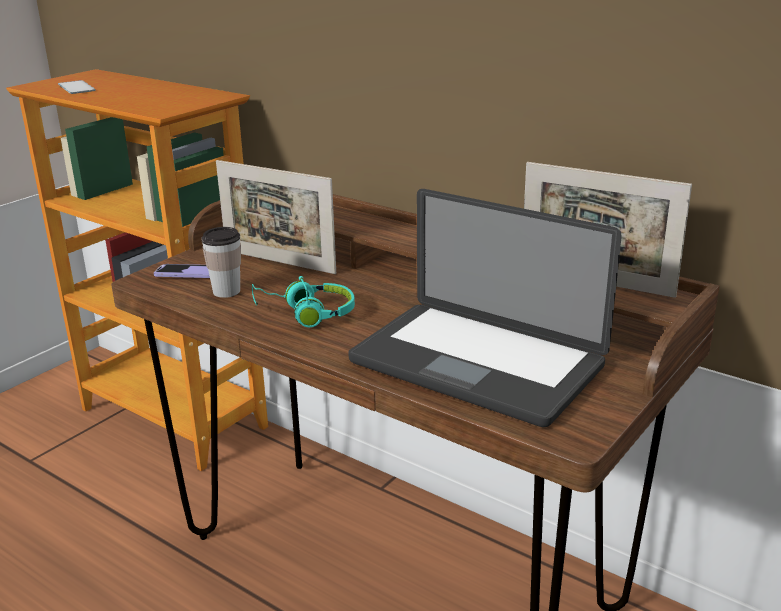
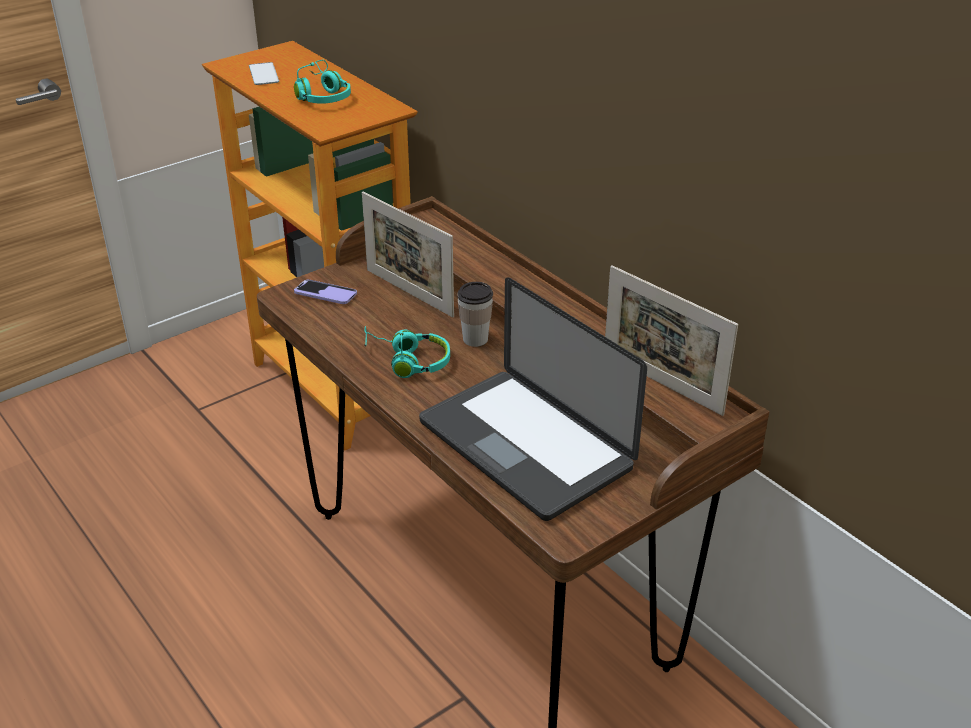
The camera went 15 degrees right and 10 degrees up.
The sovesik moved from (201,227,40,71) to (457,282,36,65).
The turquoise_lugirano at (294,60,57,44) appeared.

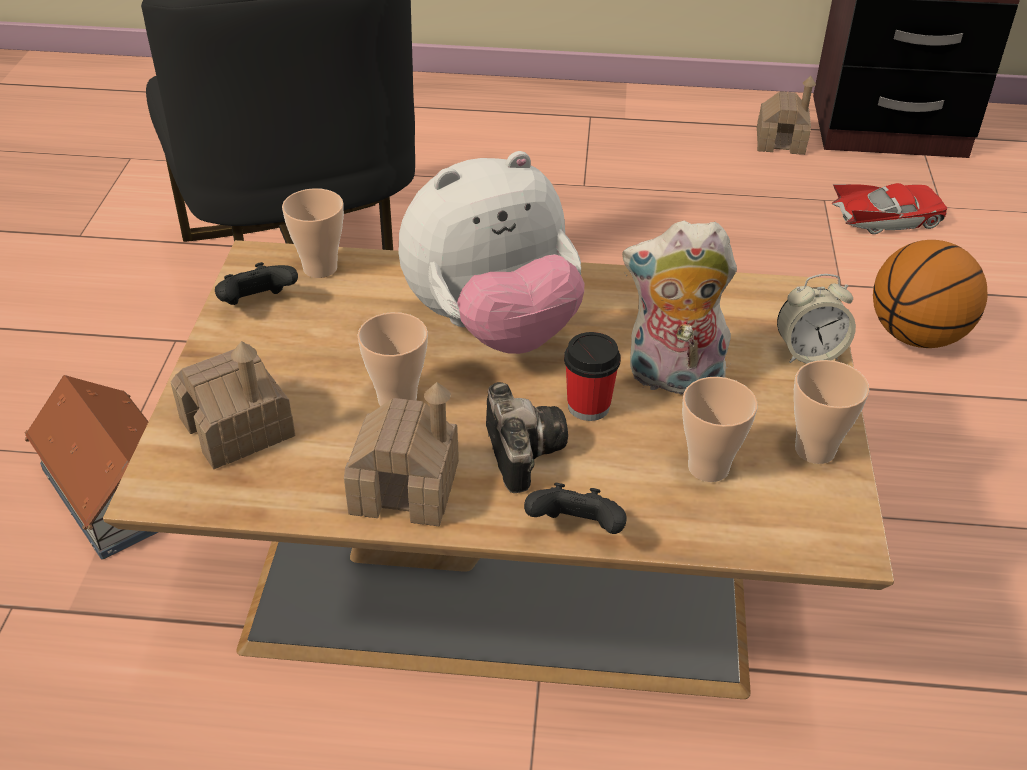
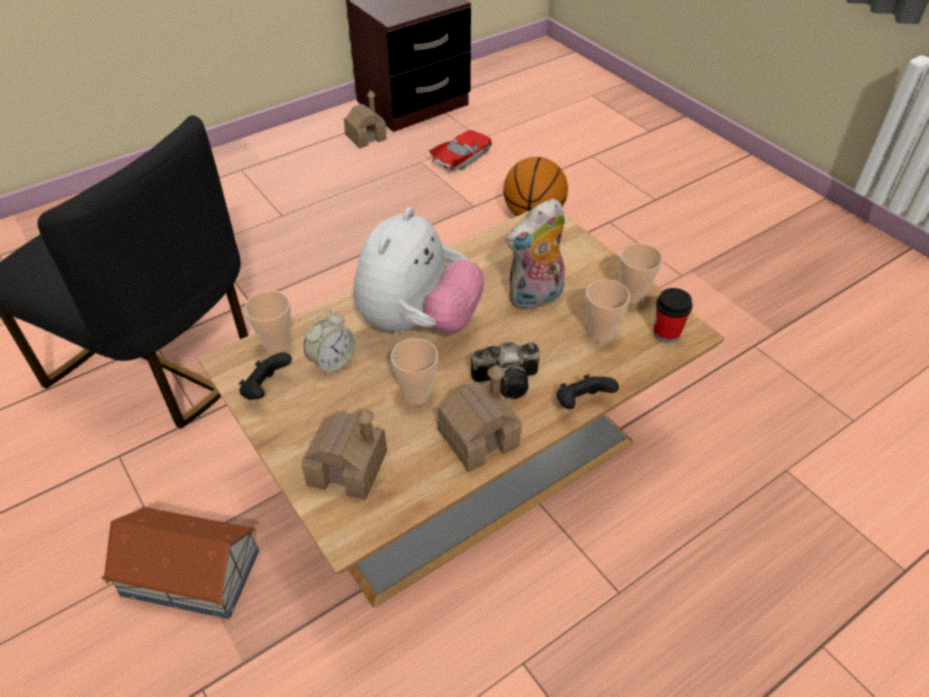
The camera went 40 degrees left and 5 degrees up.
The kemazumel moved from (777,274,79,89) to (304,310,52,66).
The sovesik moved from (564,332,57,89) to (653,288,40,55).
The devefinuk at (486,382,82,111) turned 135 degrees clockwise.

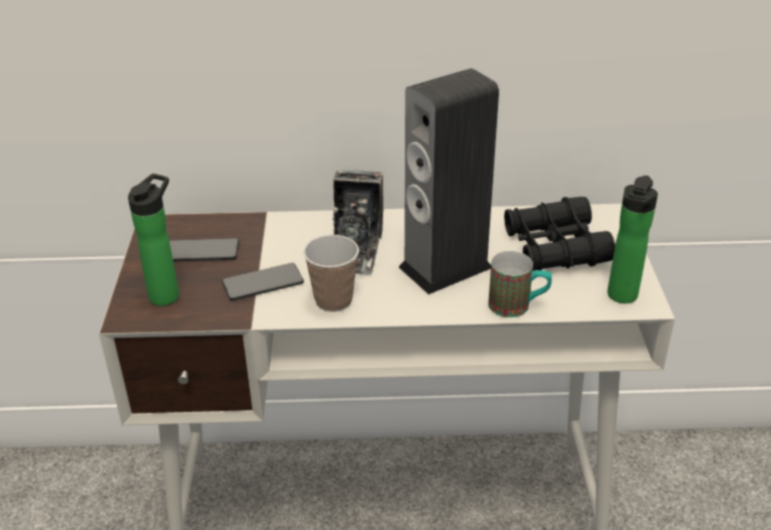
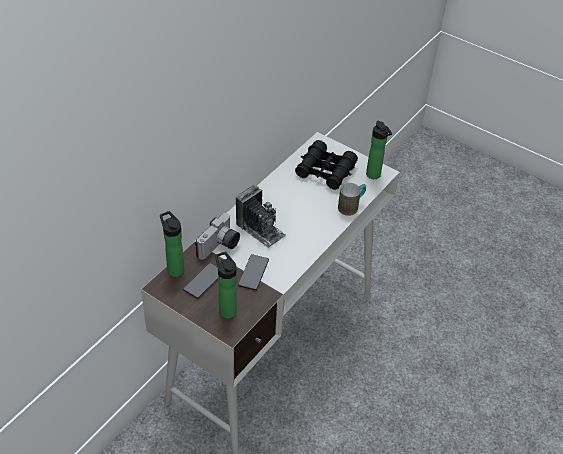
The camera went 55 degrees left and 10 degrees up.
The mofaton at (399,68,100,226) disappeared.
The sovesik at (303,235,56,77) disappeared.
The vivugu at (160,211,24,66) appeared.
The devefinuk at (195,213,45,47) appeared.

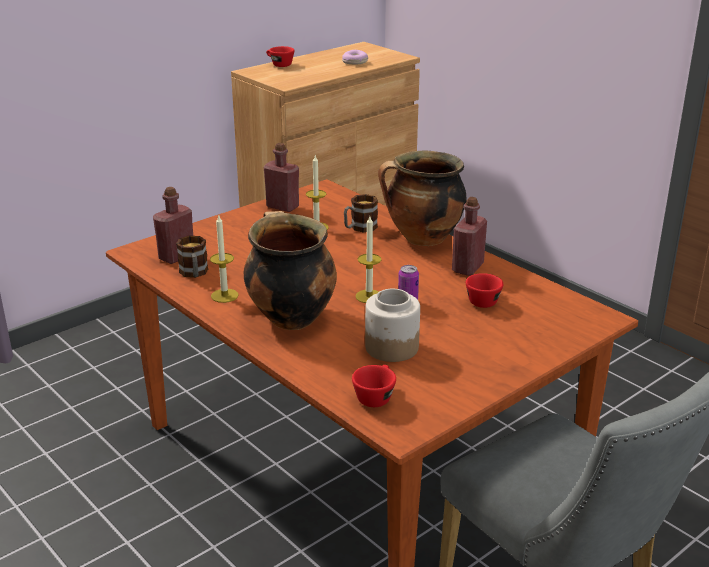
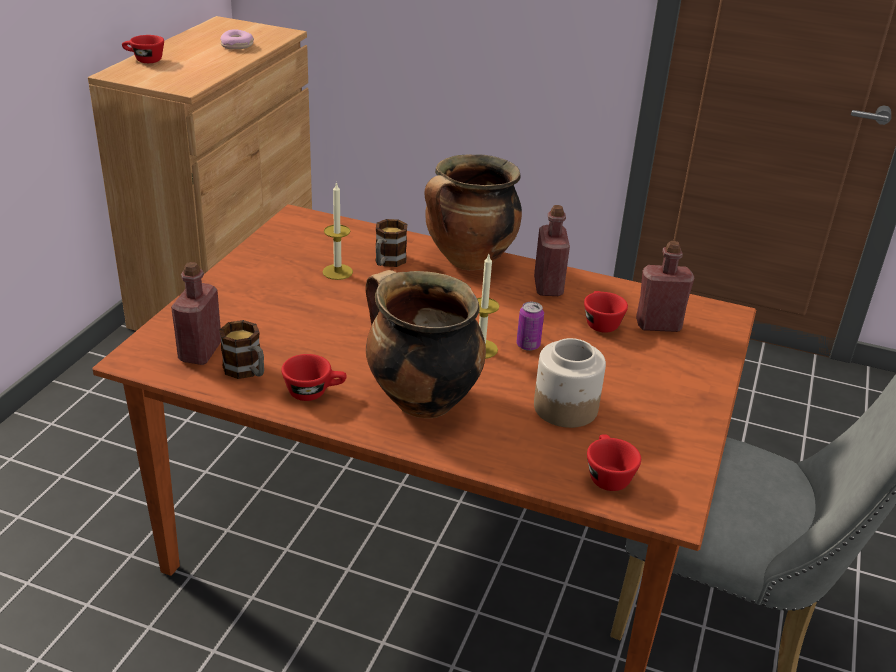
The camera went 30 degrees left and 5 degrees up.
The red_vivugu moved from (264,143,35,69) to (636,241,58,91).
The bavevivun at (210,214,29,89) was replaced by the red_sovesik at (281,354,66,47).

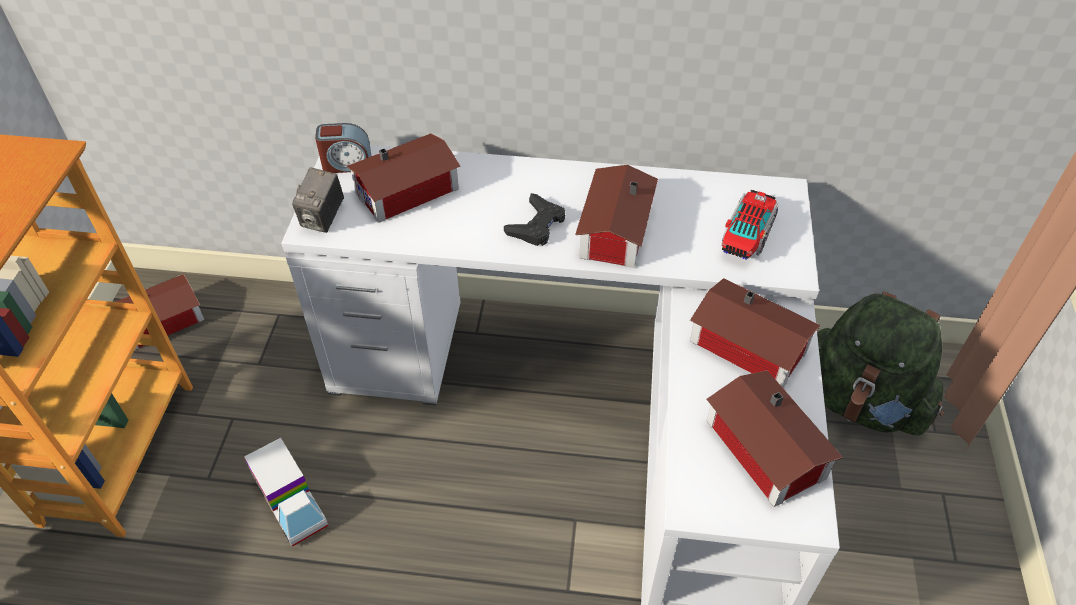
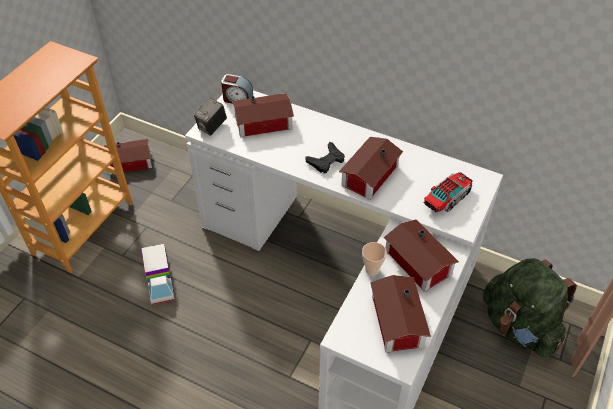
The camera went 20 degrees right and 0 degrees up.
The sovesik at (362,242,25,34) appeared.

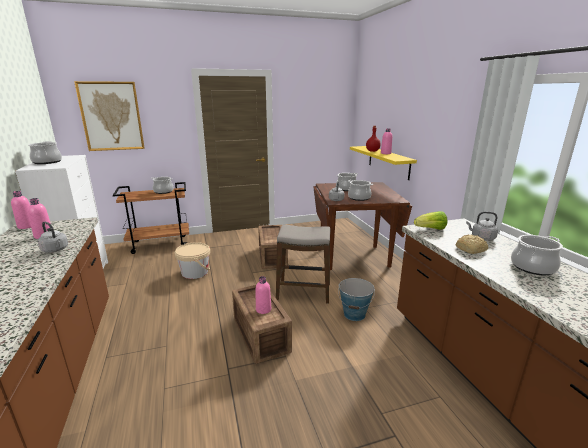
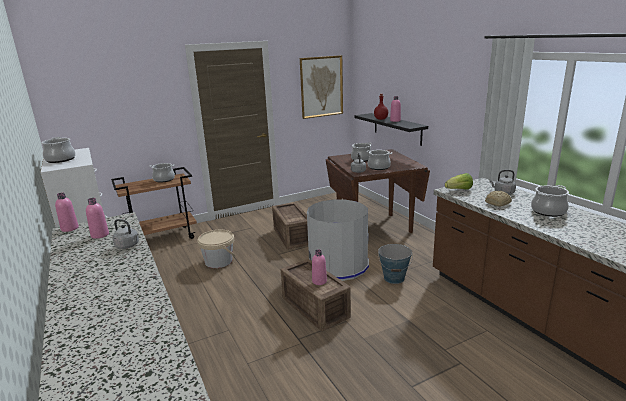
The camera went 10 degrees left and 0 degrees up.
The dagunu moved from (74,81,71,70) to (300,55,43,64).
The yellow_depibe at (350,146,67,34) became the black_depibe at (355,113,73,33).
The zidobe at (276,225,54,79) was replaced by the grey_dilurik at (307,199,62,82).

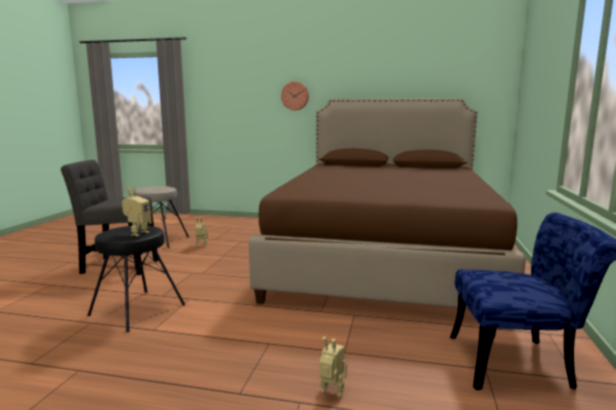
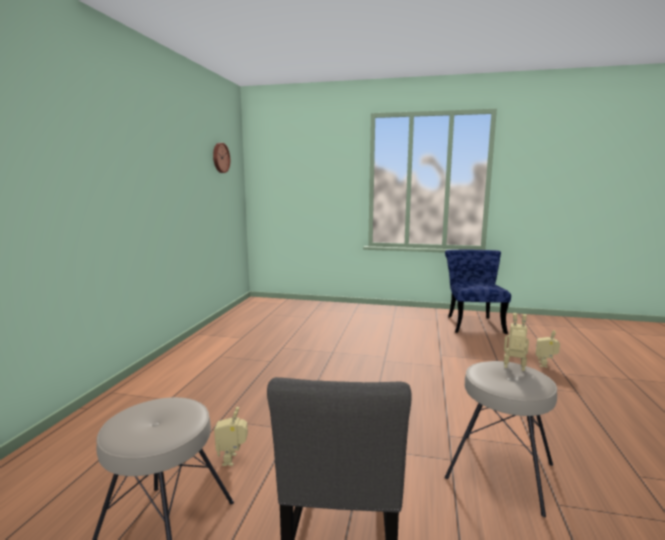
The camera went 90 degrees left and 0 degrees up.
The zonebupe moved from (281,82,28,28) to (213,143,17,30).
The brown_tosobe at (249,98,277,211) disappeared.
The black_zidobe at (87,225,98,107) became the beige_zidobe at (445,361,112,156).

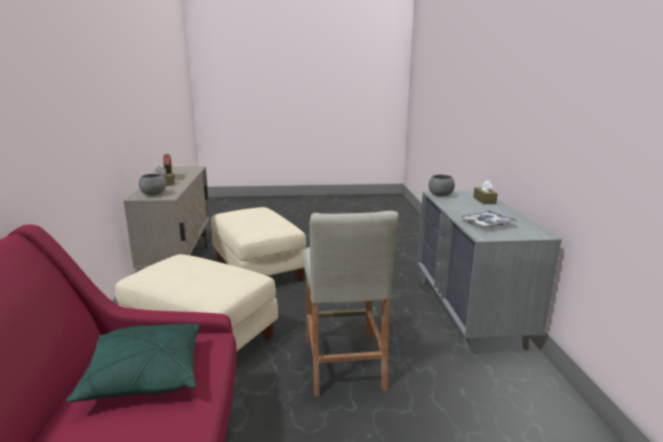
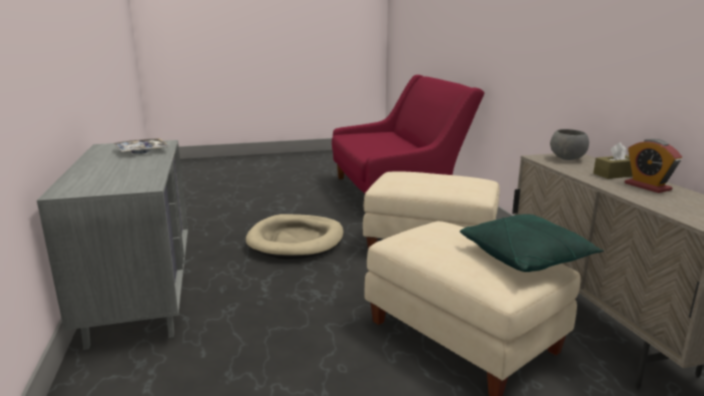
The camera went 170 degrees right and 0 degrees up.
The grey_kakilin at (429,175,26,21) disappeared.
The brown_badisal at (473,180,25,24) disappeared.
The beige_zidobe at (303,211,96,186) was replaced by the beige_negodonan at (246,214,98,45).
The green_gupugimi moved from (66,323,134,80) to (460,214,144,58).

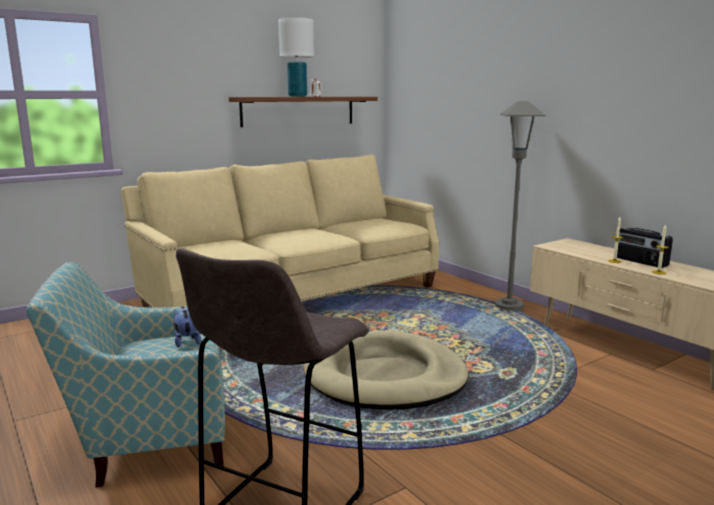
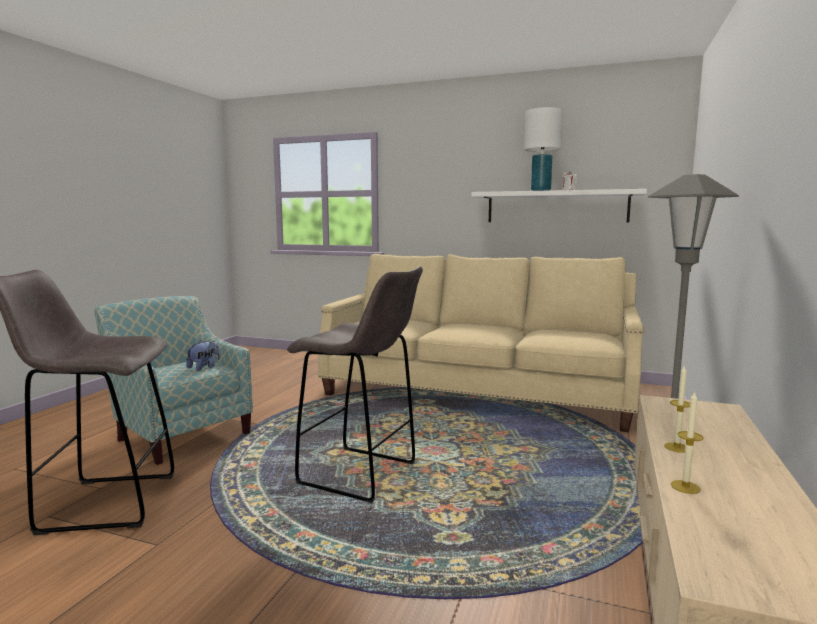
The camera went 55 degrees right and 5 degrees down.
The brown_depibe at (229,97,149,30) became the white_depibe at (471,189,176,33).
The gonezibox at (617,227,56,41) disappeared.
The beige_negodonan at (303,331,166,79) was replaced by the grey_zidobe at (287,266,136,237).

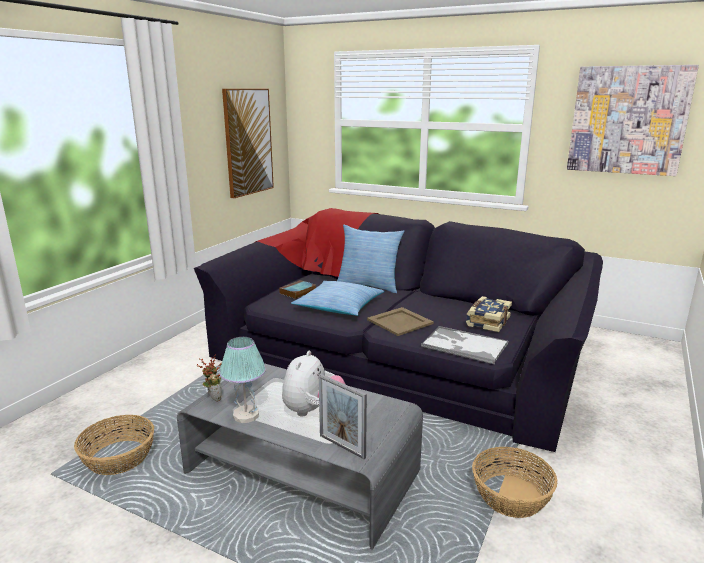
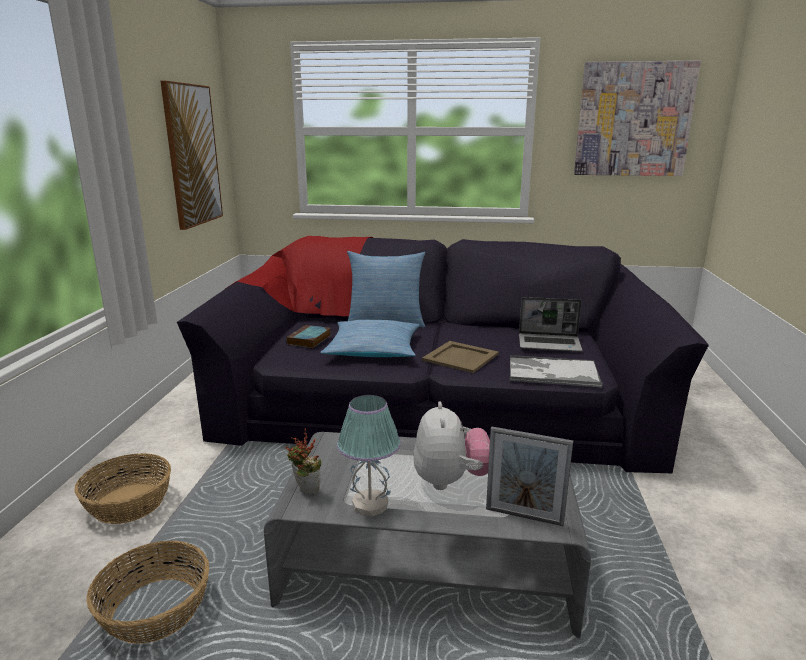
The camera went 20 degrees left and 0 degrees up.
The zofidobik at (466,296,46,36) was replaced by the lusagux at (519,297,64,55).
The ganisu moved from (472,447,86,71) to (74,453,97,71).

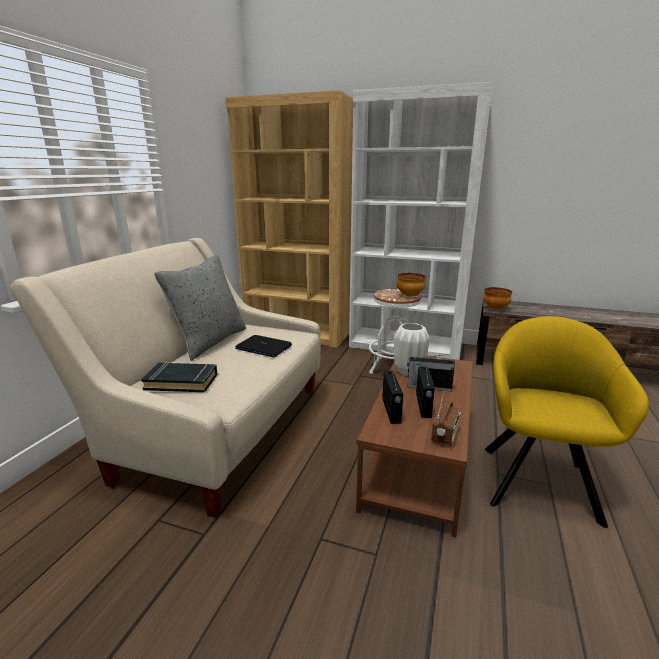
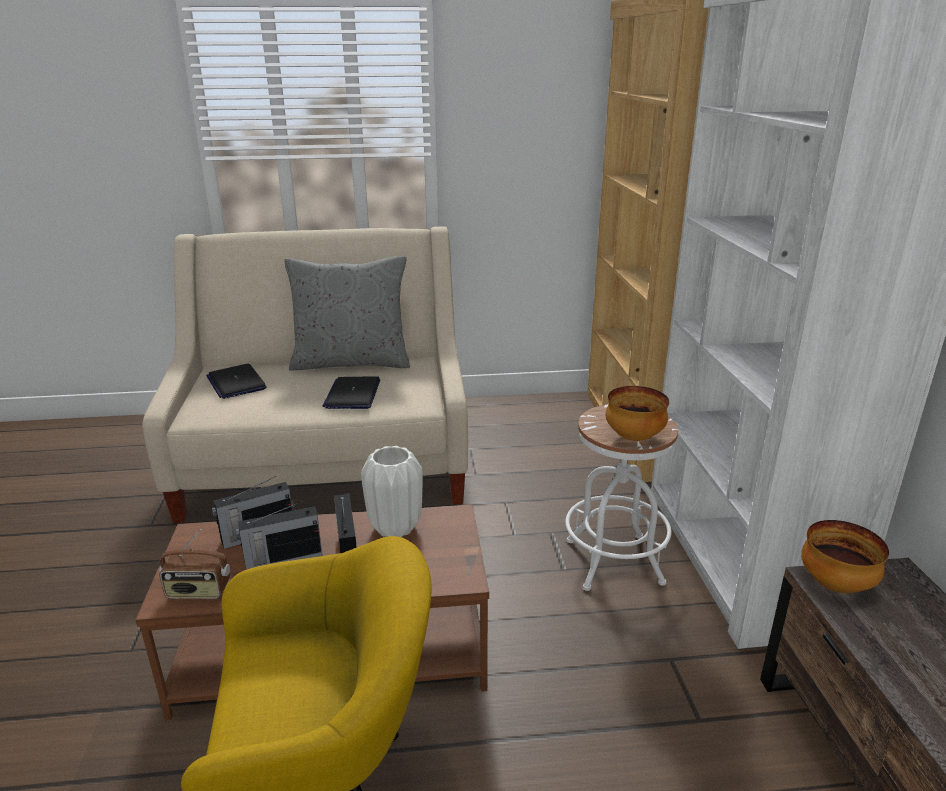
The camera went 65 degrees right and 5 degrees up.
The black_zofidobik at (141,362,76,30) was replaced by the lusagux at (206,364,61,35).

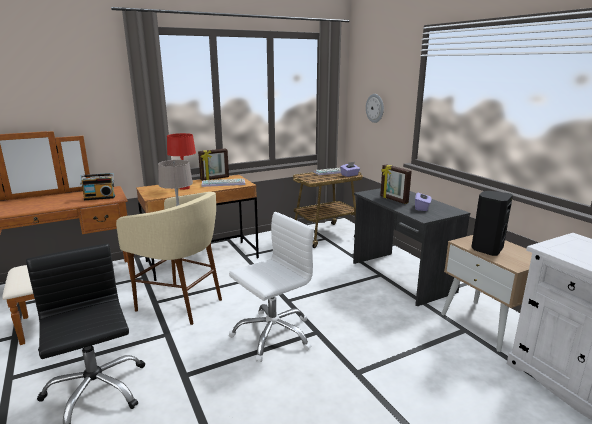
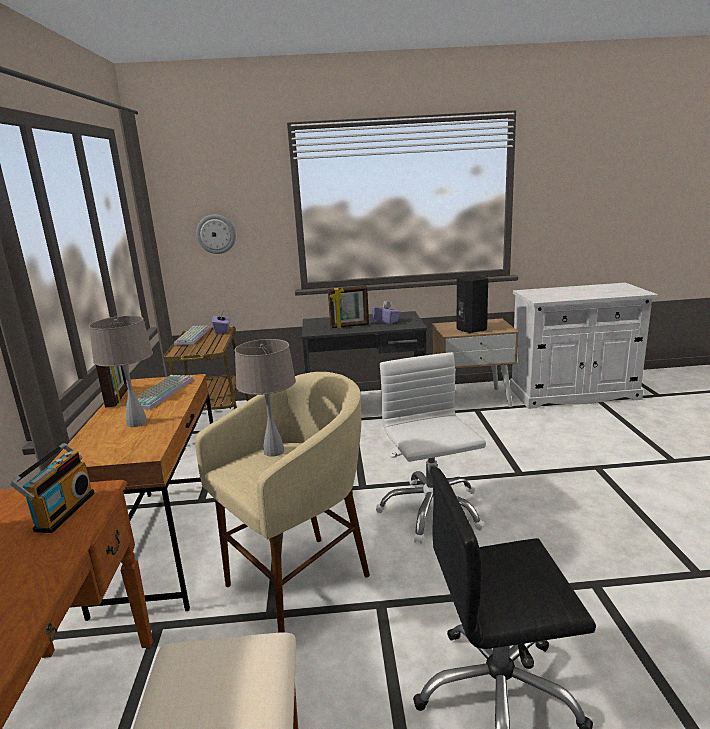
The camera went 65 degrees left and 0 degrees up.
The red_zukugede at (167,133,29,57) became the beige_zukugede at (89,315,64,112).

